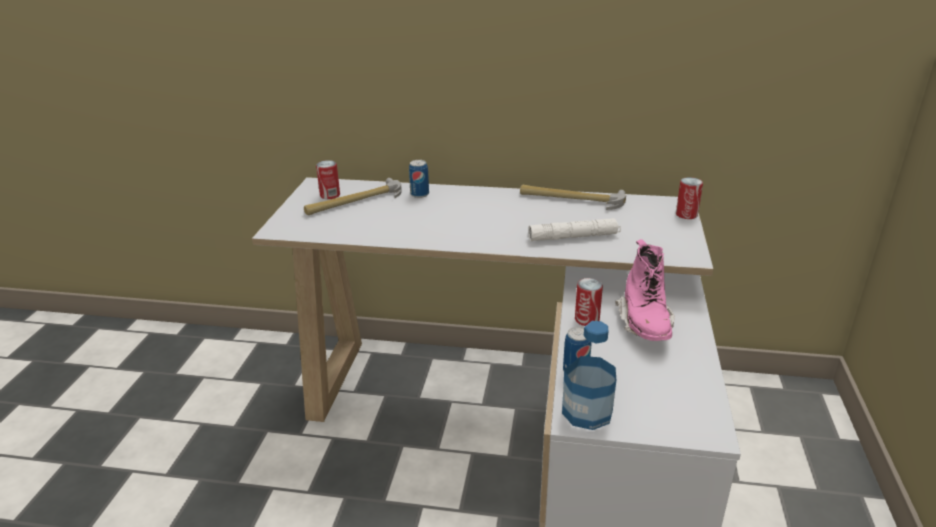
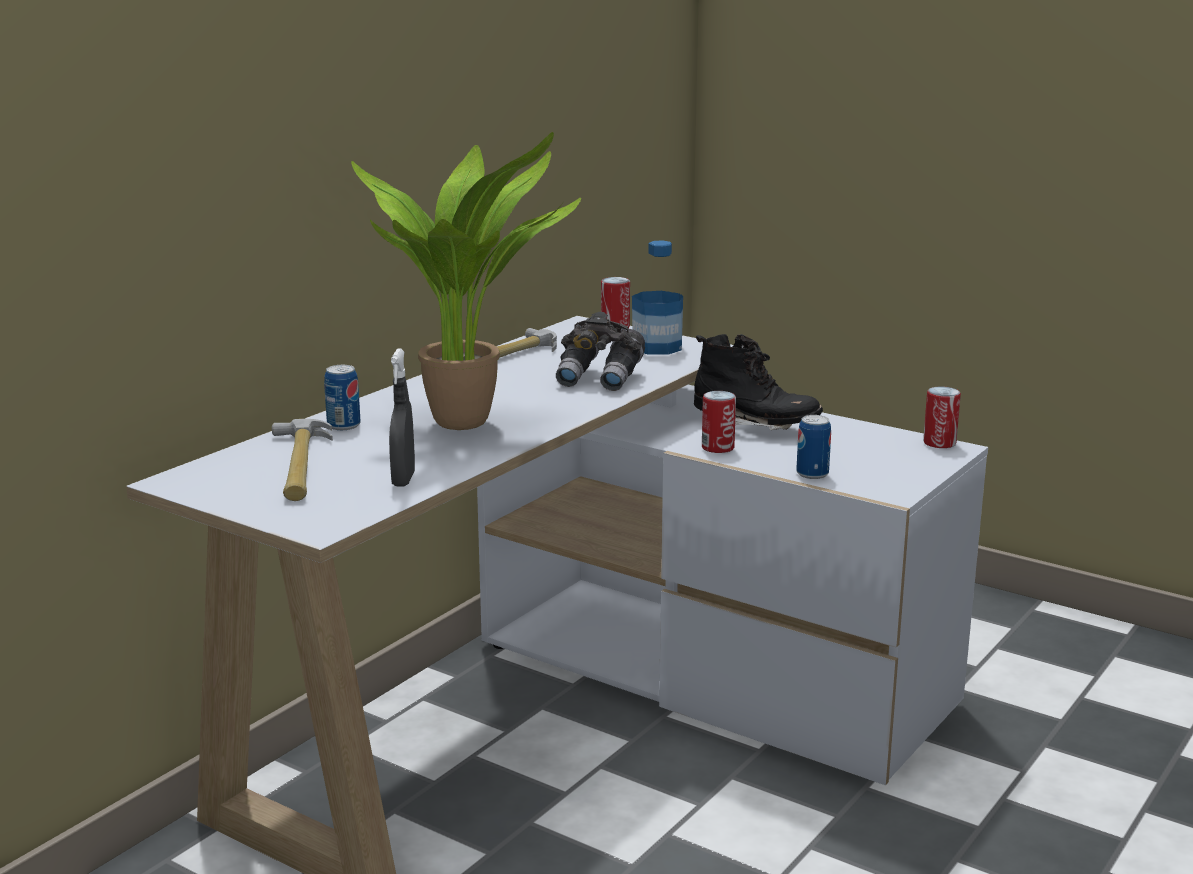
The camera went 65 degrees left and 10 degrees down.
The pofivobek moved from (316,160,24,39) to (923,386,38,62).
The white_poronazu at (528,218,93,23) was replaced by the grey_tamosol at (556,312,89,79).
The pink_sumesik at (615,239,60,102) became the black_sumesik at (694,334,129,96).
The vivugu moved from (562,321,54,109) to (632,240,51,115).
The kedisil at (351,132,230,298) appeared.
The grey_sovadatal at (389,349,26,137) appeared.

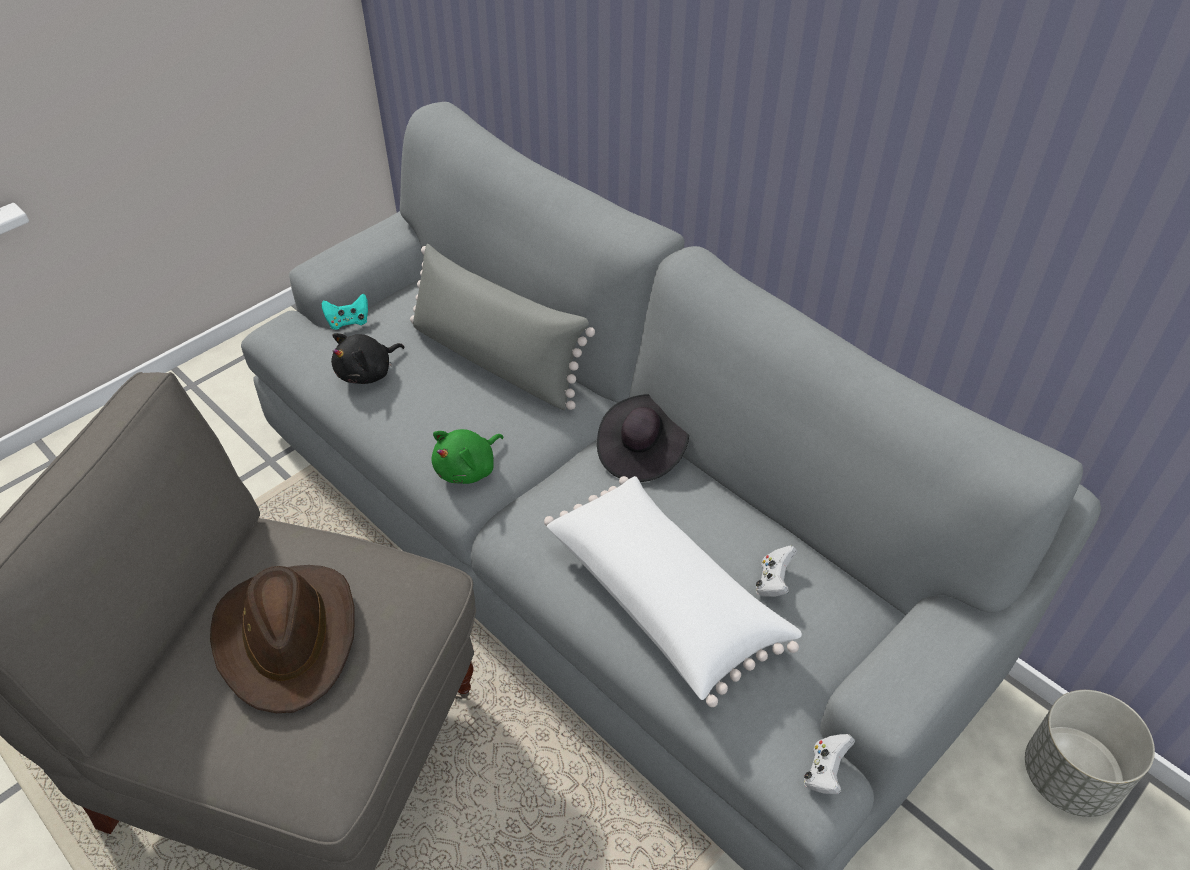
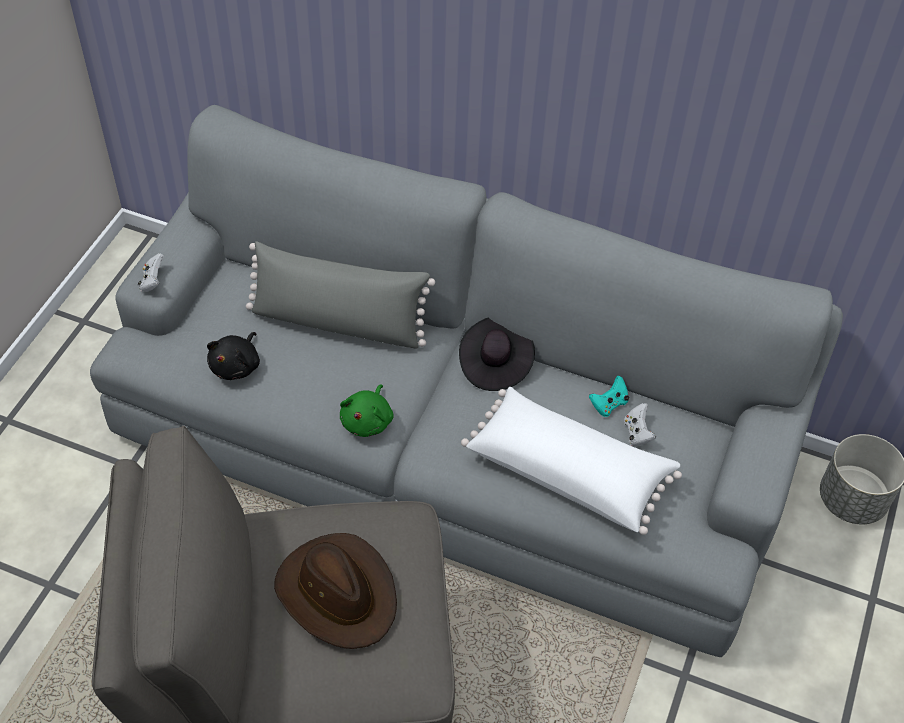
The camera went 25 degrees left and 5 degrees up.
The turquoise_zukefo moved from (322,294,46,36) to (589,376,40,41).
The white_zukefo moved from (804,734,51,60) to (138,253,26,39).

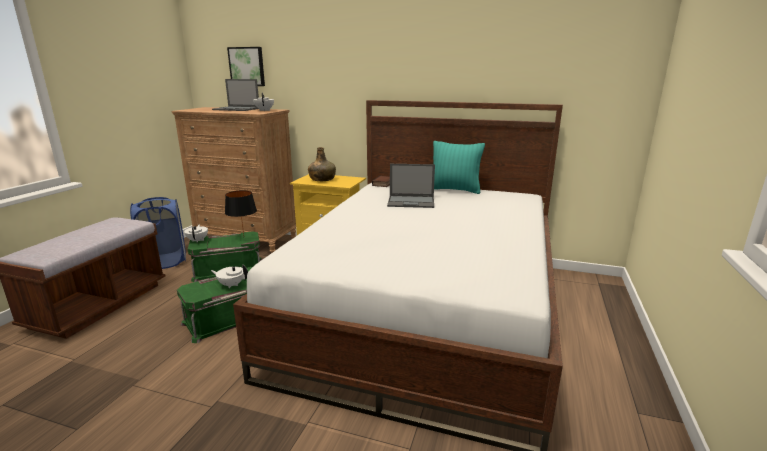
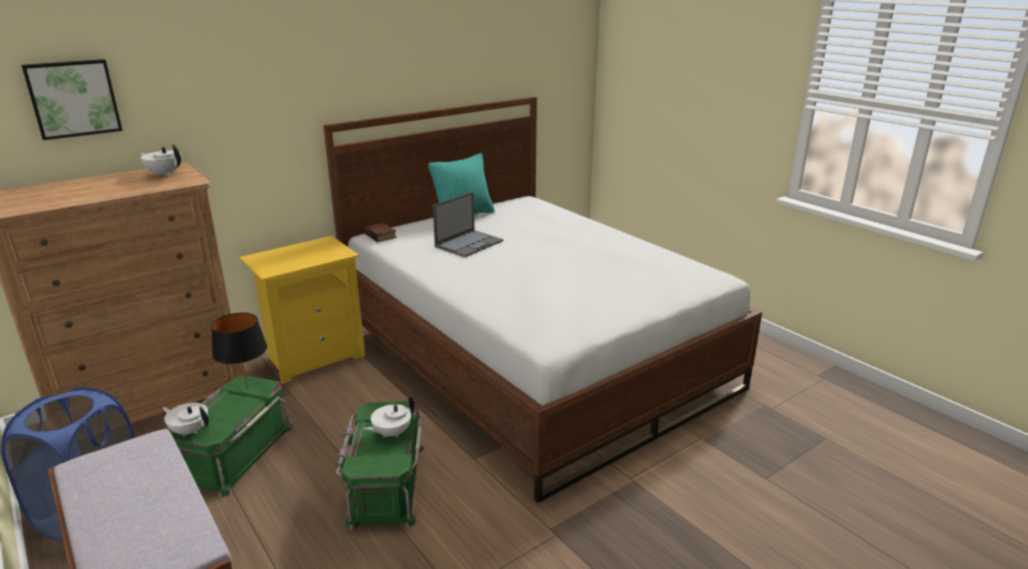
The camera went 55 degrees left and 5 degrees up.
The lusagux at (212,79,47,32) disappeared.
The green_vivugu at (308,147,28,34) disappeared.

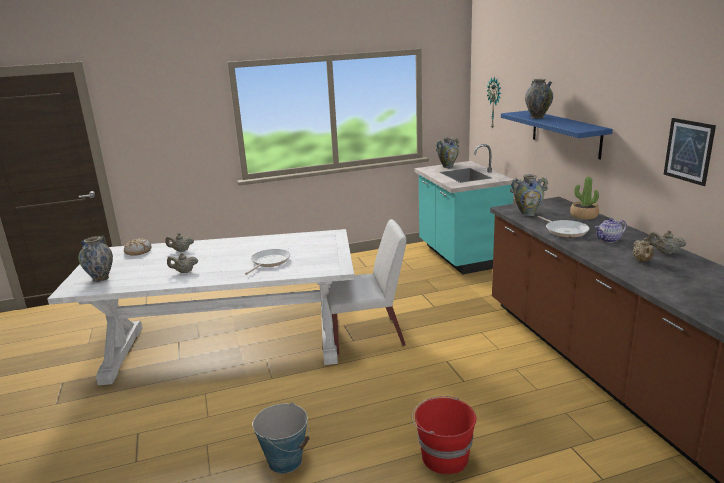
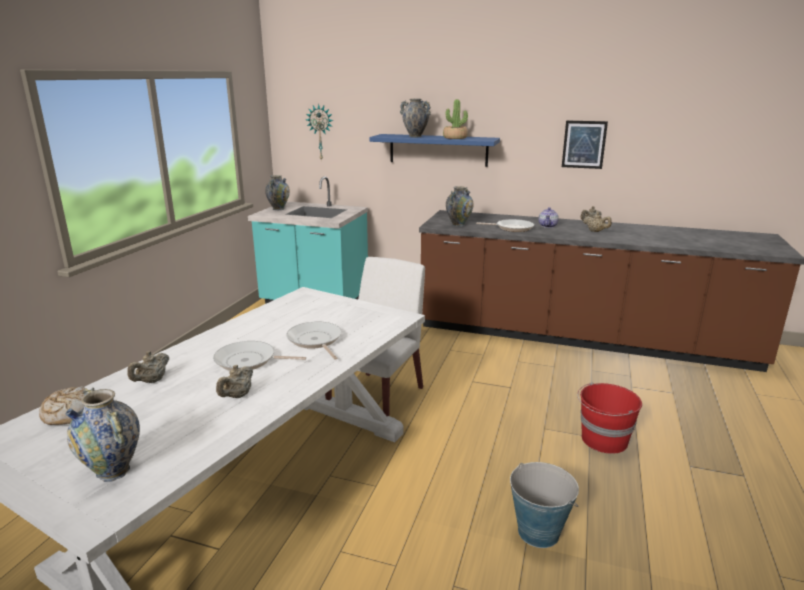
The camera went 55 degrees left and 0 degrees up.
The kedisil moved from (570,177,29,43) to (443,99,25,40).
The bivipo at (213,341,93,30) appeared.

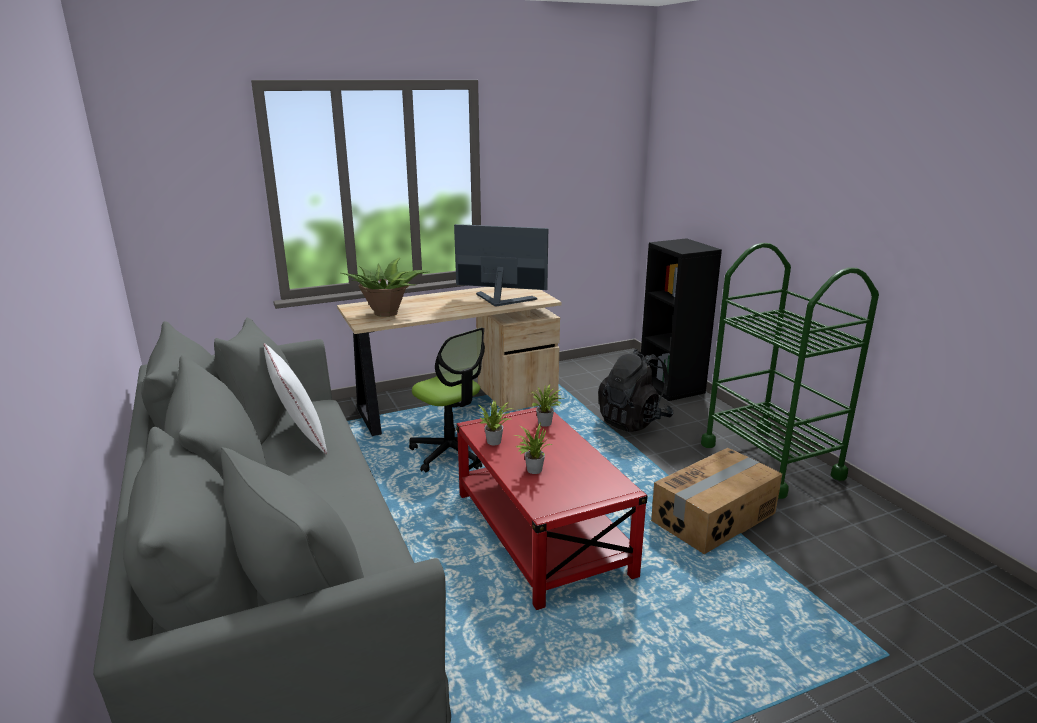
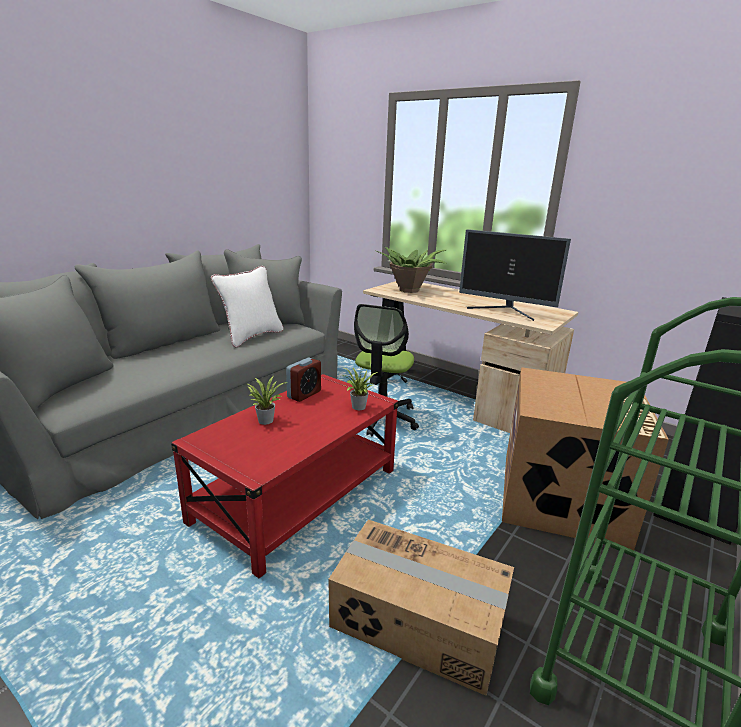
The camera went 60 degrees right and 0 degrees up.
The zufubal at (454,224,94,83) turned 135 degrees clockwise.
The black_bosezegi at (598,349,76,83) was replaced by the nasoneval at (502,367,167,183).
The kedisil at (477,401,37,45) was replaced by the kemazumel at (286,357,35,45).

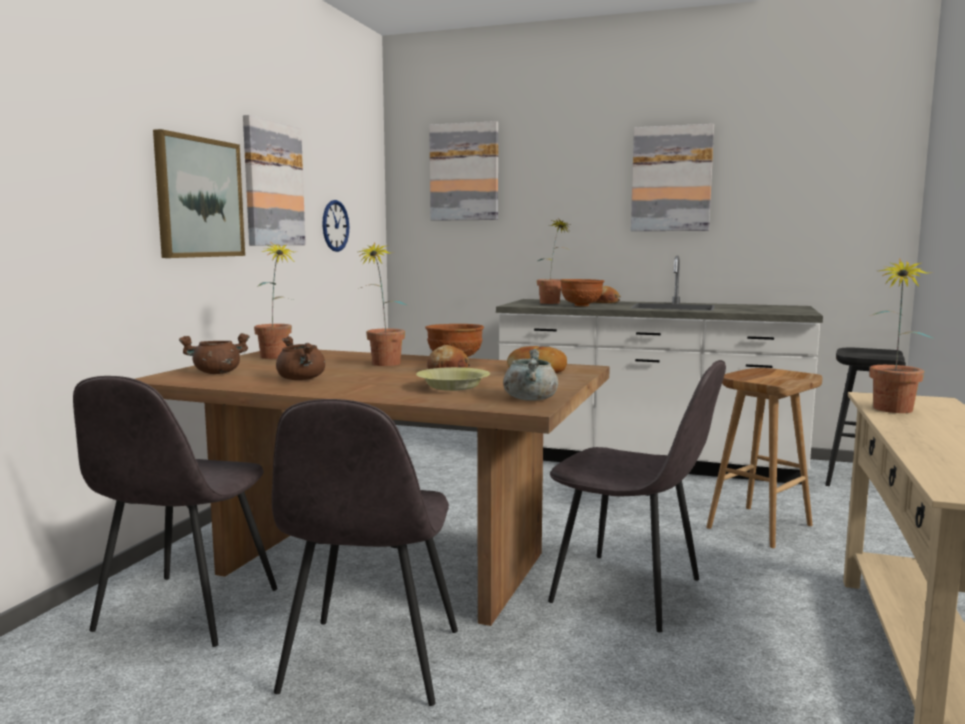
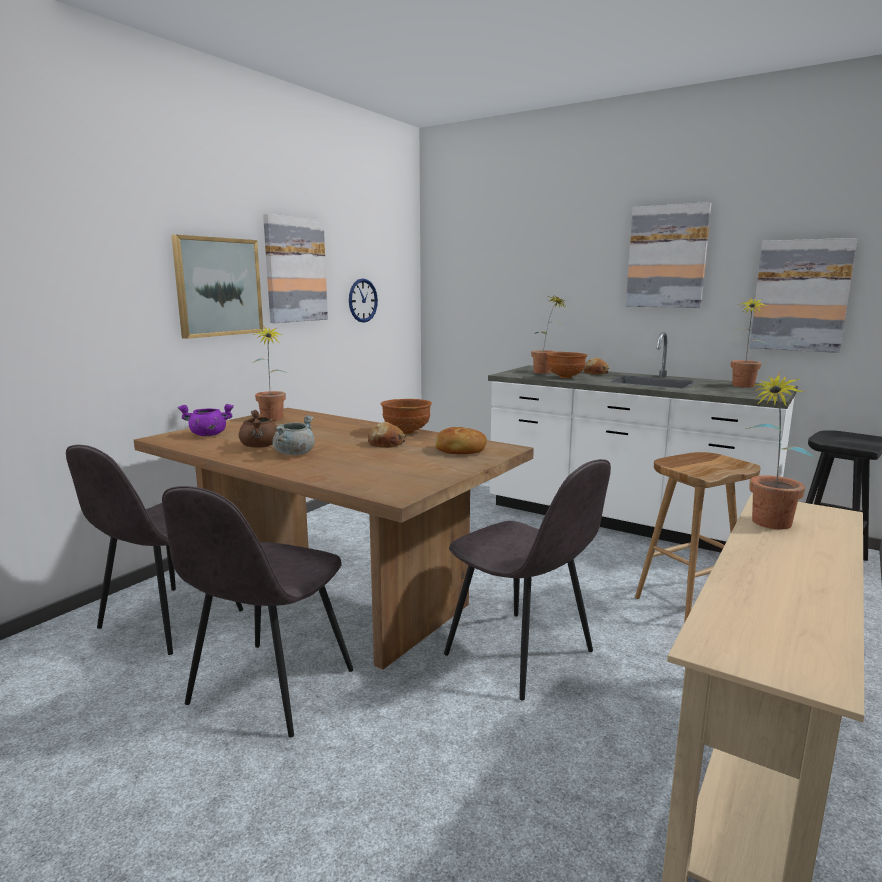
The camera went 15 degrees right and 5 degrees up.
The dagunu moved from (429,121,69,100) to (749,238,108,115).
The kedisil moved from (358,242,49,124) to (731,297,37,91).
The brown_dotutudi at (179,333,71,41) became the purple_dotutudi at (178,404,56,32).
The grey_dotutudi moved from (503,349,55,52) to (272,415,43,40).
The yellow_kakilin at (416,367,74,24) disappeared.

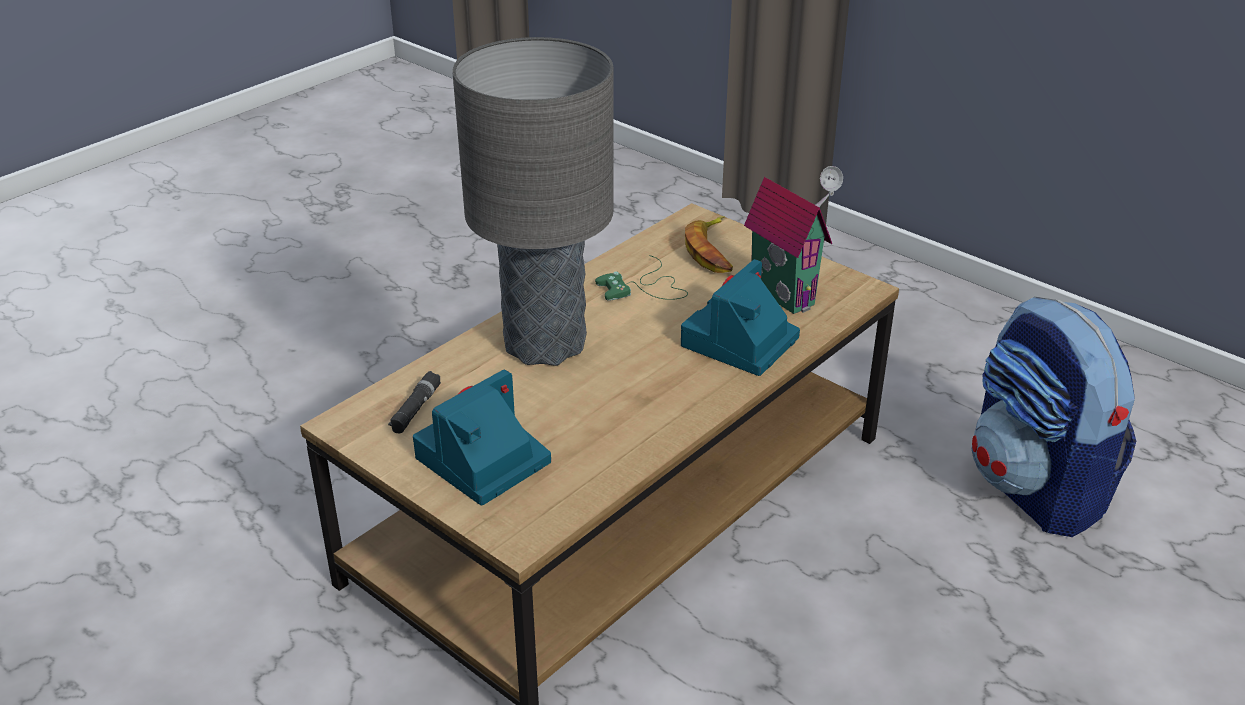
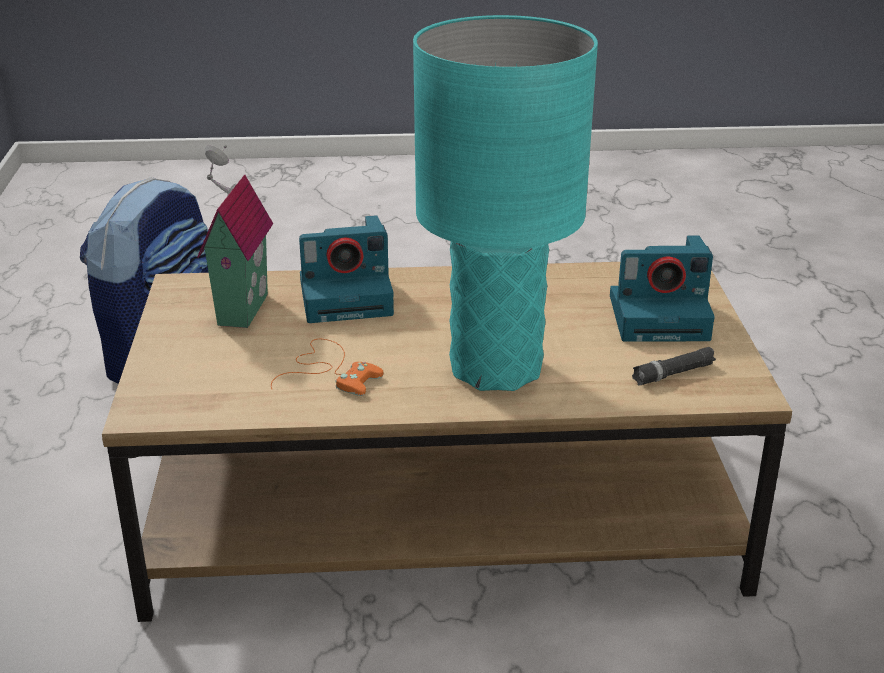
The camera went 135 degrees left and 5 degrees down.
The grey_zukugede at (452,37,161,329) became the turquoise_zukugede at (413,15,185,376).
The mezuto at (685,216,48,57) disappeared.
The green_zukefo at (595,255,93,46) became the orange_zukefo at (271,339,112,57).

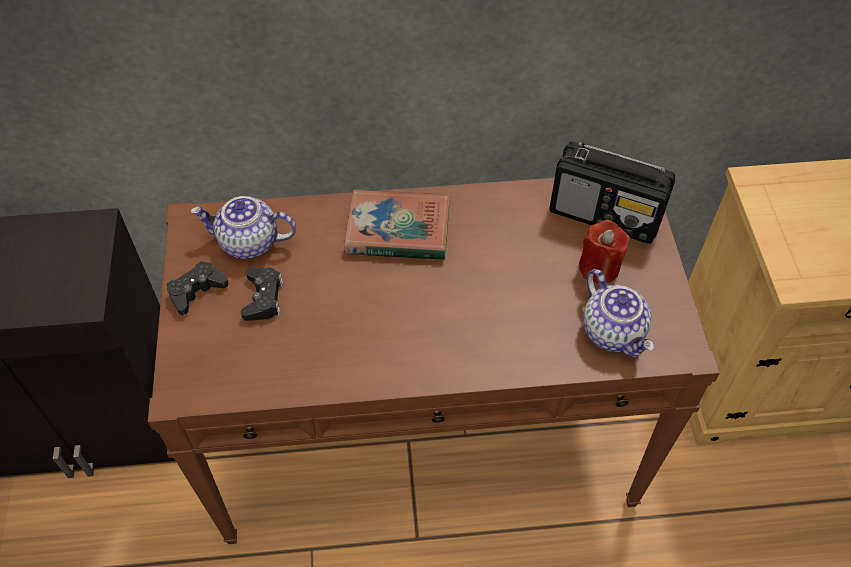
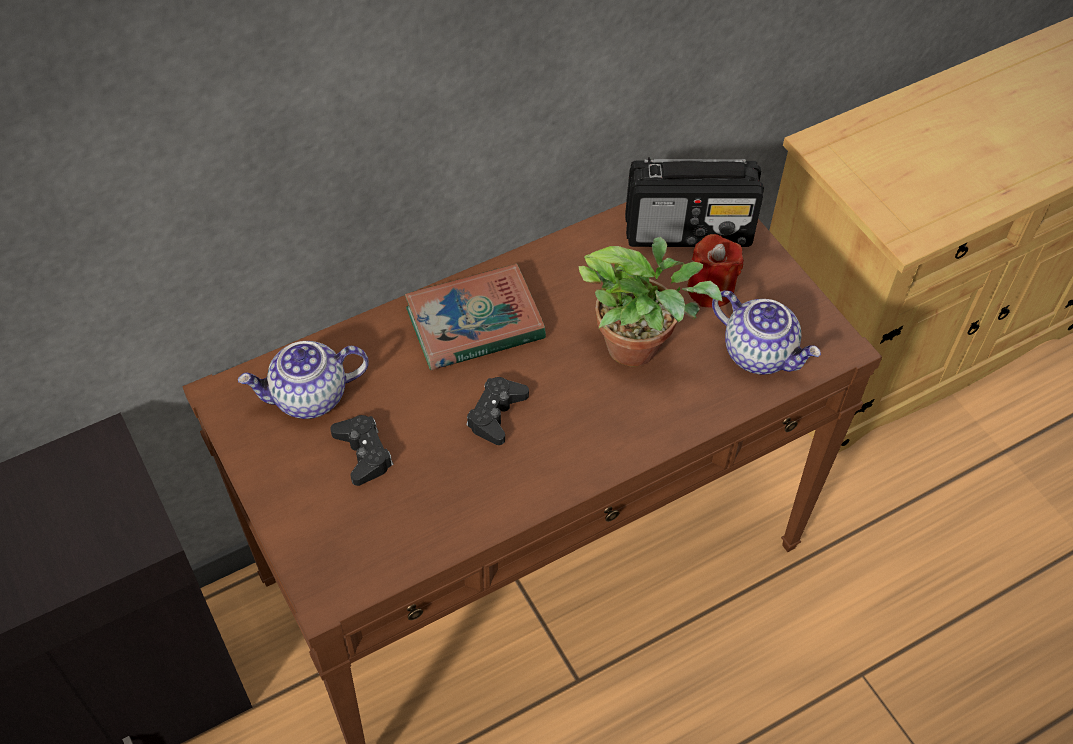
The camera went 25 degrees left and 0 degrees up.
The black_zukefo moved from (167,261,62,54) to (466,377,63,68).
The kedisil at (578,237,144,130) appeared.

